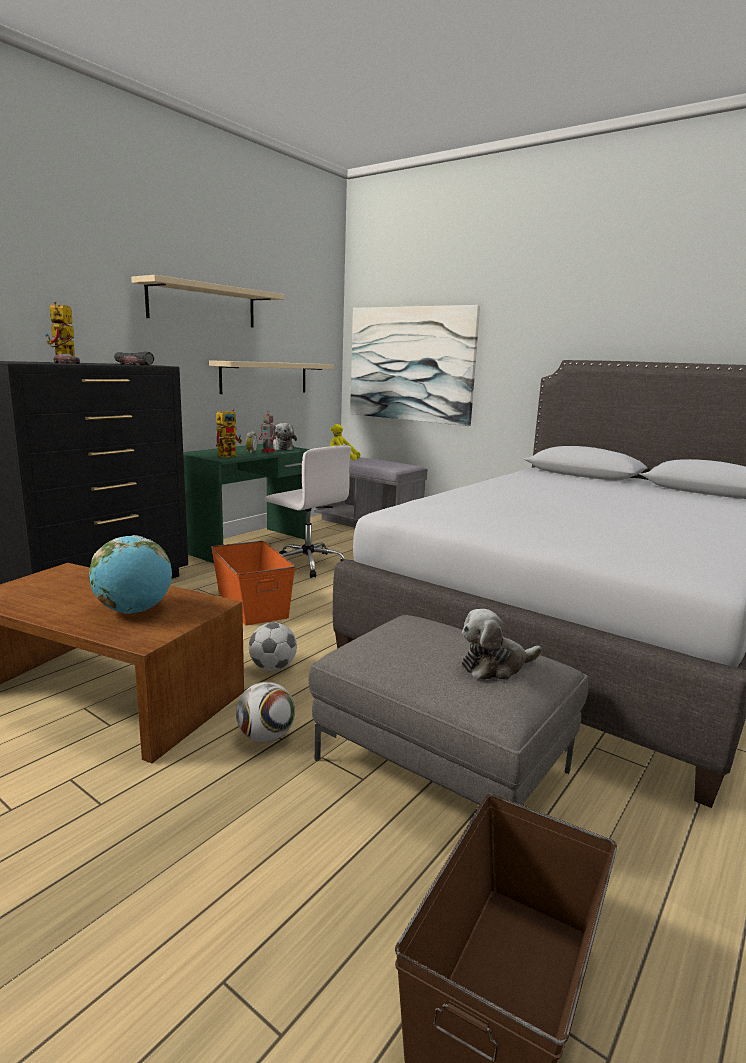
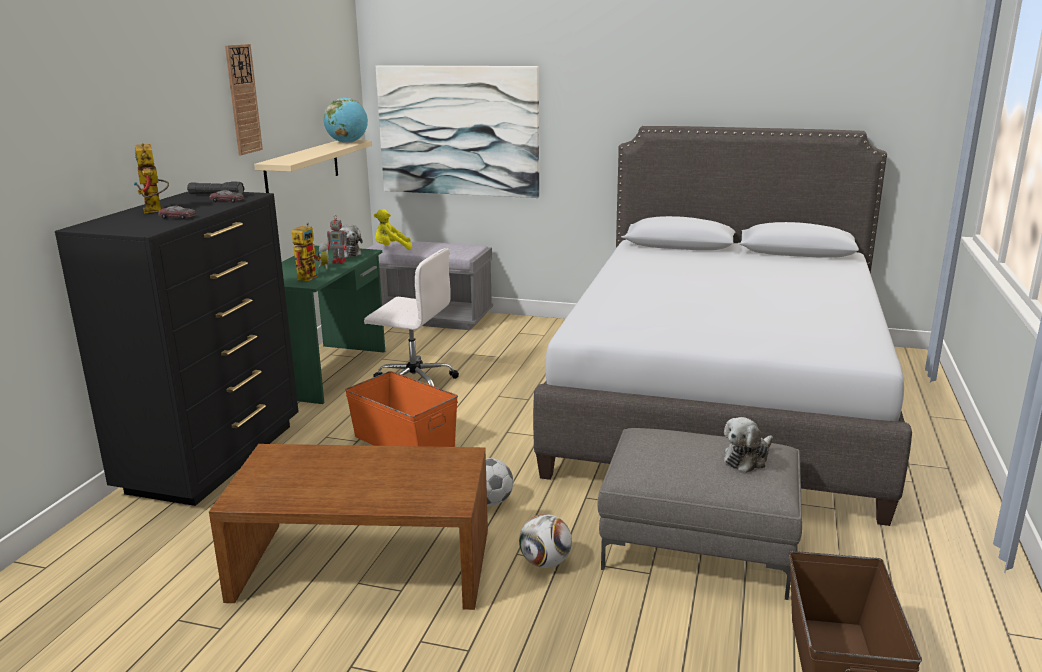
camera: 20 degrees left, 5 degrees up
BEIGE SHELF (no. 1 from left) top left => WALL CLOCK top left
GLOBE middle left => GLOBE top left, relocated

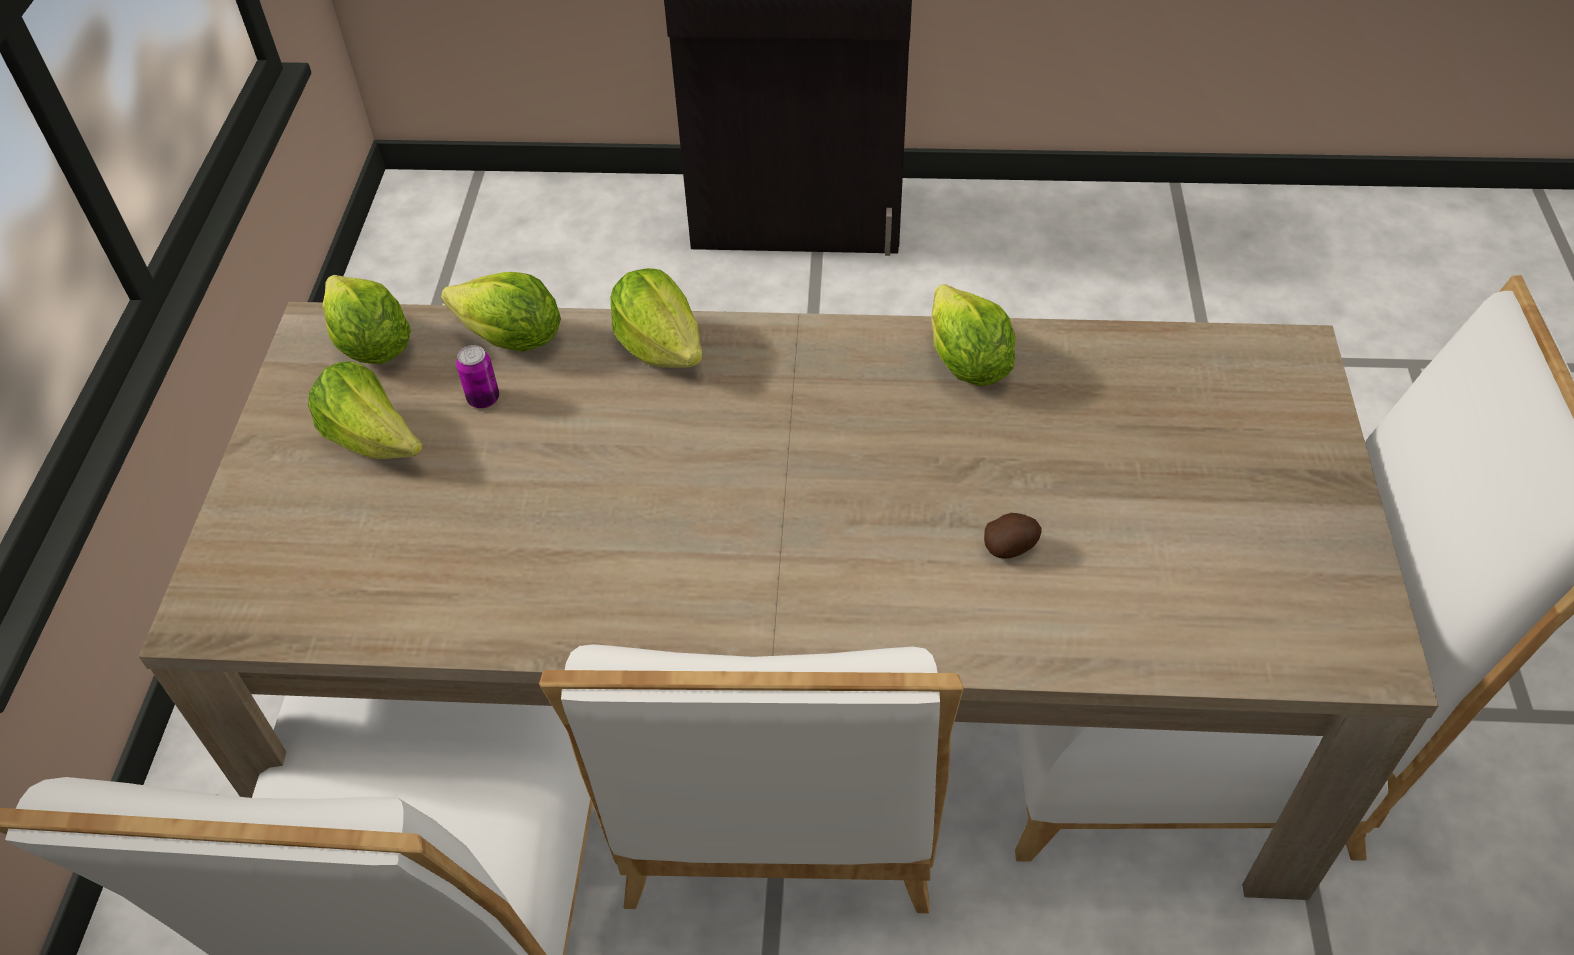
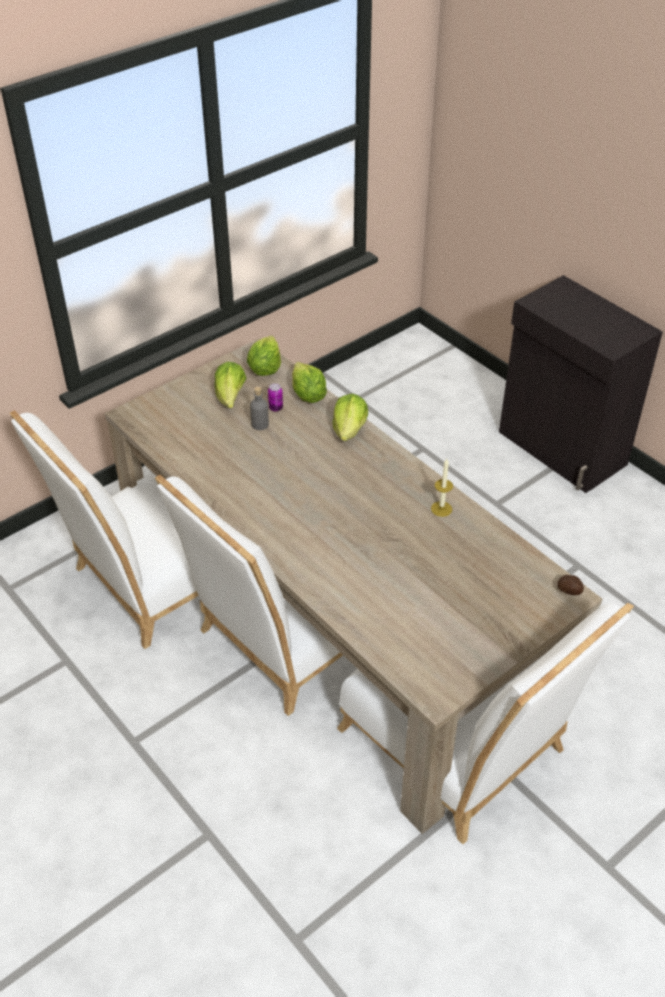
camera: 45 degrees right, 5 degrees down
nothing => GREY BOTTLE centre
LETTUCE (no. 5 from left) centre => CANDLE centre
POTATO centre => POTATO middle right, relocated

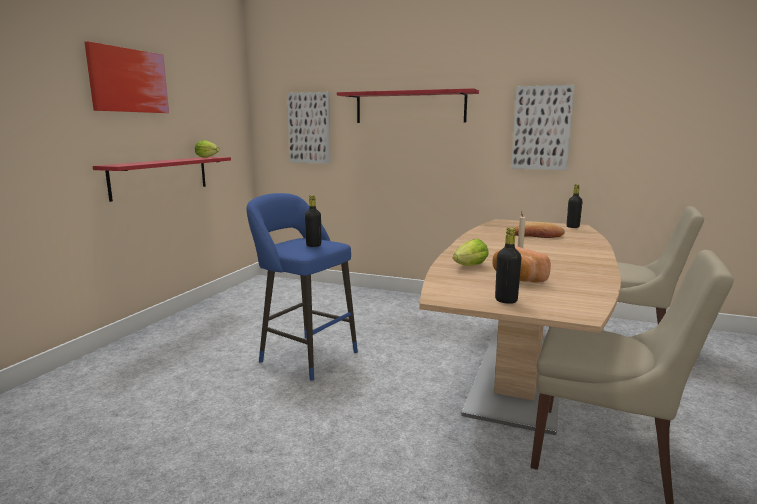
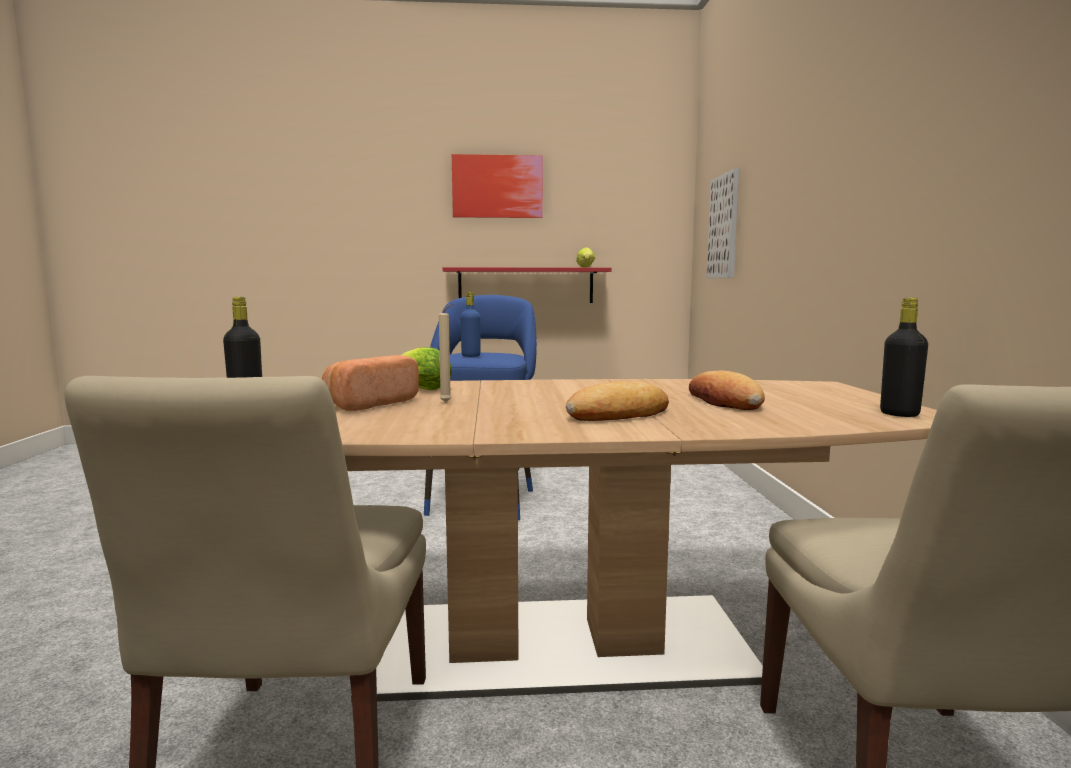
camera: 65 degrees right, 5 degrees down
BLACK BOTTLE (no. 1 from left) centre => BLUE BOTTLE centre
nothing => BREAD (no. 2 from left) centre
RED SHELF (no. 2 from left) top centre => nothing
PICTURE (no. 3 from left) top right => nothing

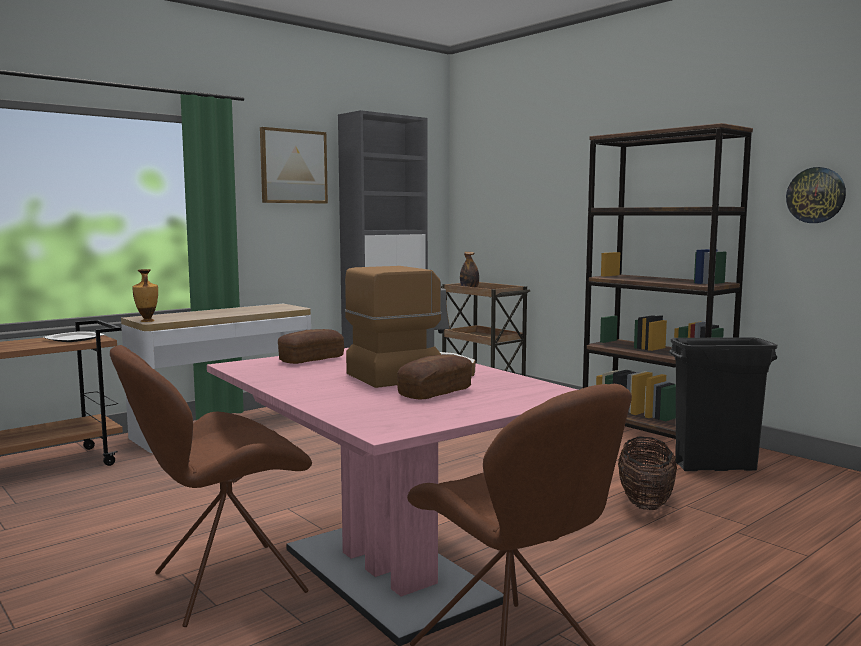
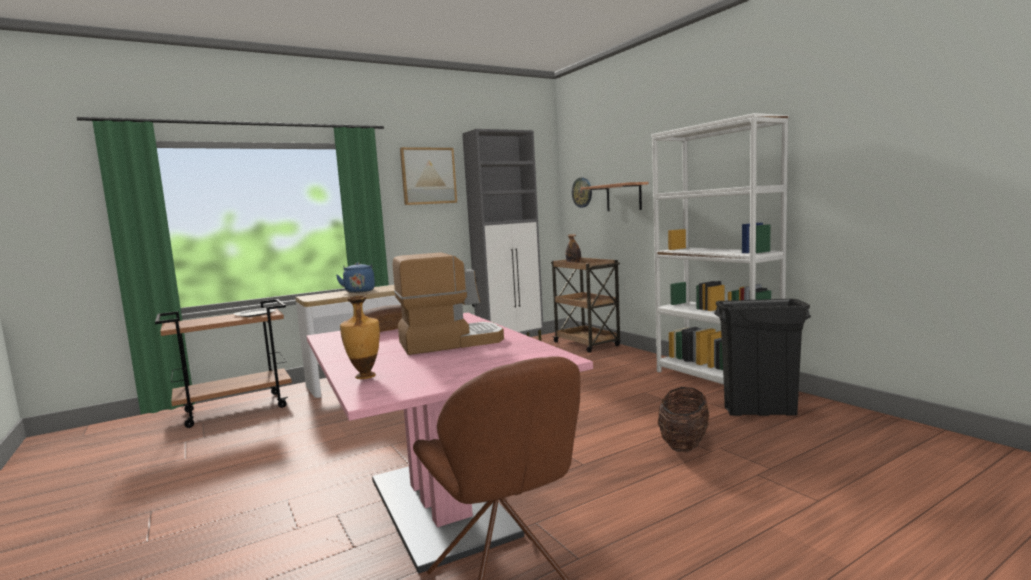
camera: 10 degrees right, 0 degrees up
nothing => BLUE KETTLE centre
VASE middle left => VASE centre, relocated
WALL CLOCK top right => WALL CLOCK top centre, relocated
nothing => SHELF centre
BROWN BOOKCASE middle right => WHITE BOOKCASE middle right
BROWN CHAIR (no. 1 from left) bottom left => nothing
BREAD (no. 2 from left) centre => nothing

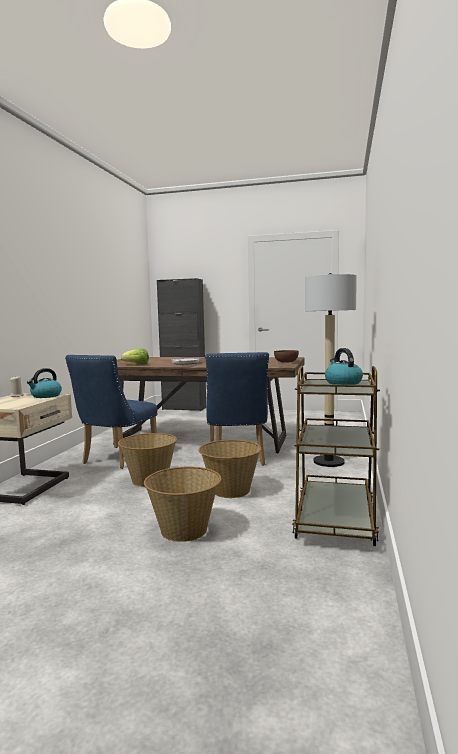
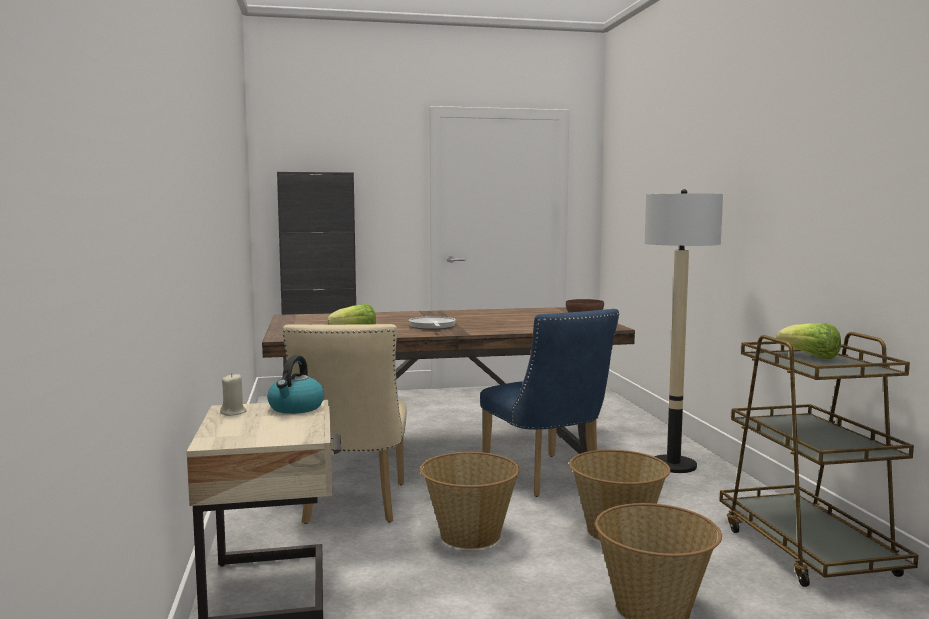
camera: 25 degrees left, 0 degrees up
BLUE CHAIR (no. 1 from left) middle left => BEIGE CHAIR bottom centre
KETTLE (no. 2 from left) middle right => LETTUCE (no. 2 from left) middle right

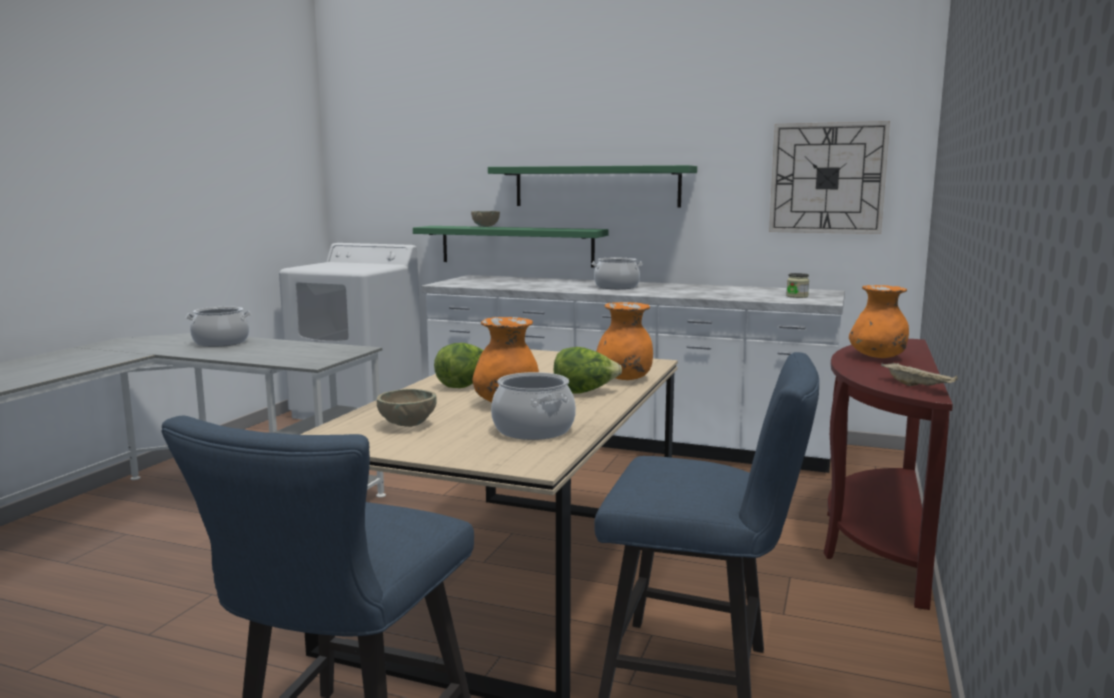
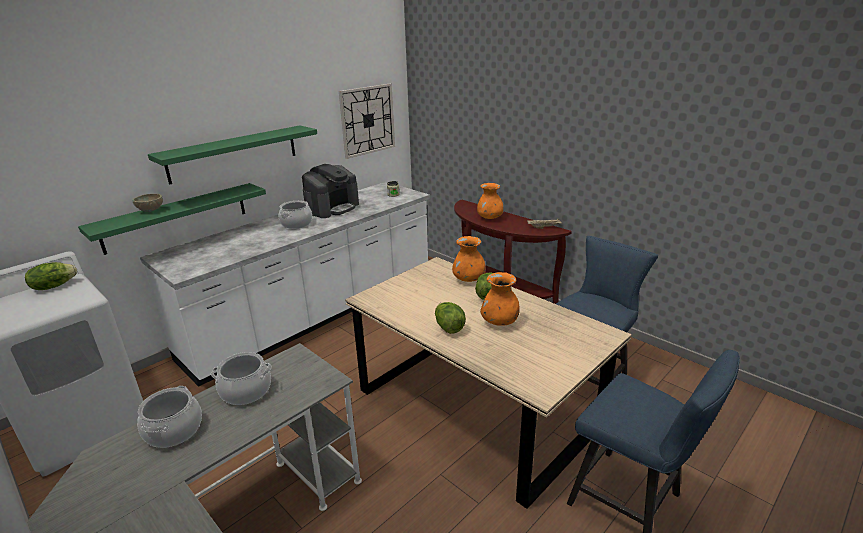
camera: 65 degrees left, 15 degrees up
nothing => LETTUCE (no. 1 from left) middle left
COOKING POT (no. 2 from left) centre => COOKING POT (no. 2 from left) bottom left, relocated
nothing => COFFEE MACHINE centre
BEIGE BOWL (no. 1 from left) centre => nothing

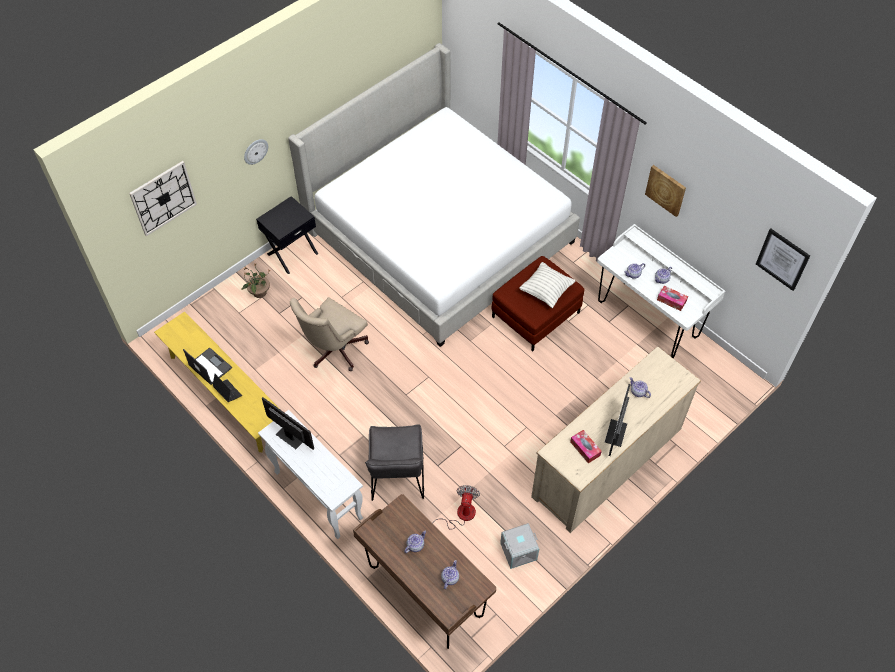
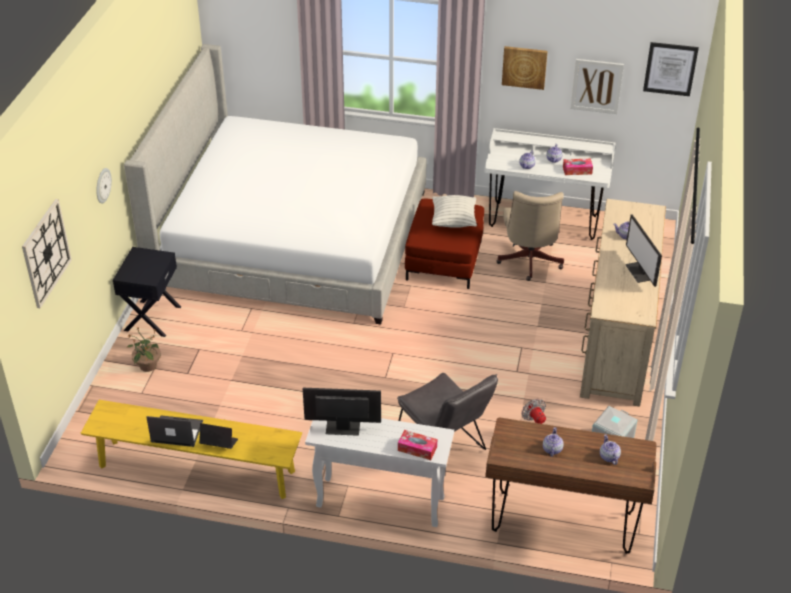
camera: 35 degrees left, 15 degrees down
TISSUE BOX (no. 1 from left) centre => TISSUE BOX (no. 1 from left) bottom centre, relocated
BEIGE OFFICE CHAIR centre => BEIGE OFFICE CHAIR middle right, relocated
nothing => PICTURE (no. 2 from left) top right

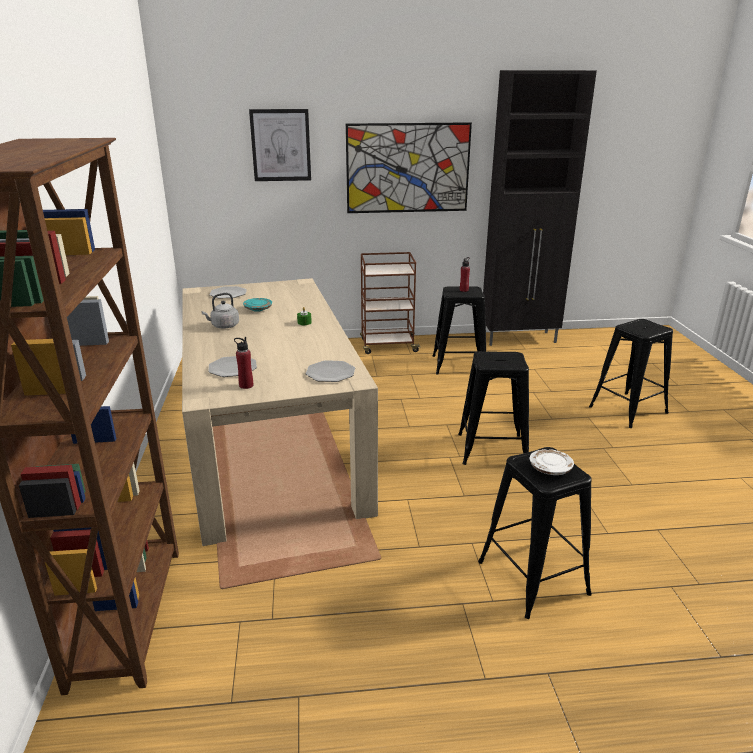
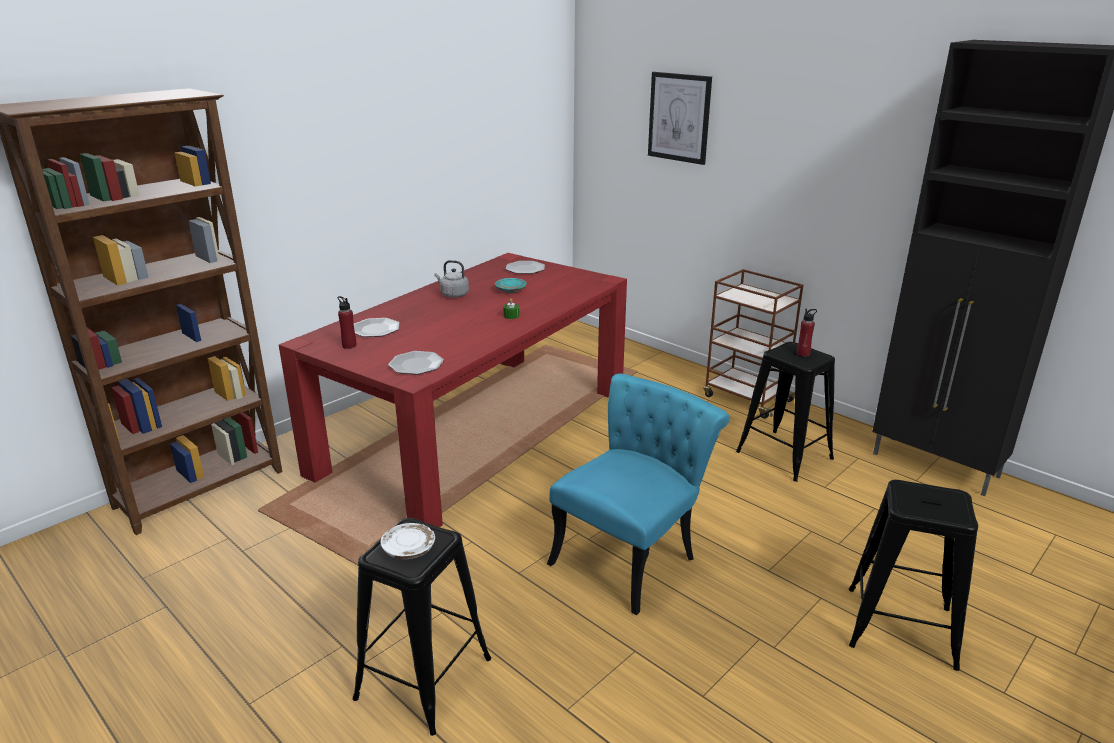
camera: 50 degrees right, 0 degrees up
BEIGE DINING TABLE centre => RED DINING TABLE centre
BLACK STOOL (no. 2 from left) centre => TURQUOISE CHAIR centre
PICTURE (no. 2 from left) top centre => nothing

